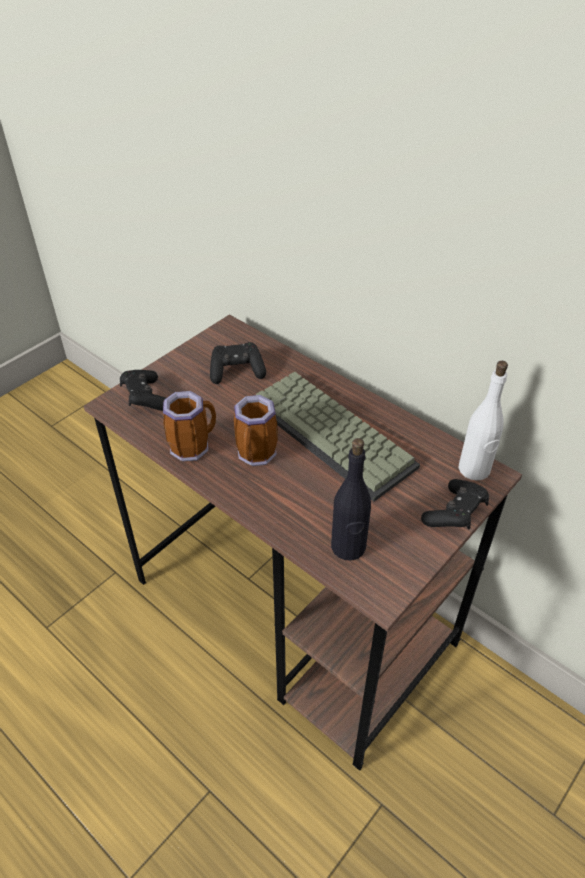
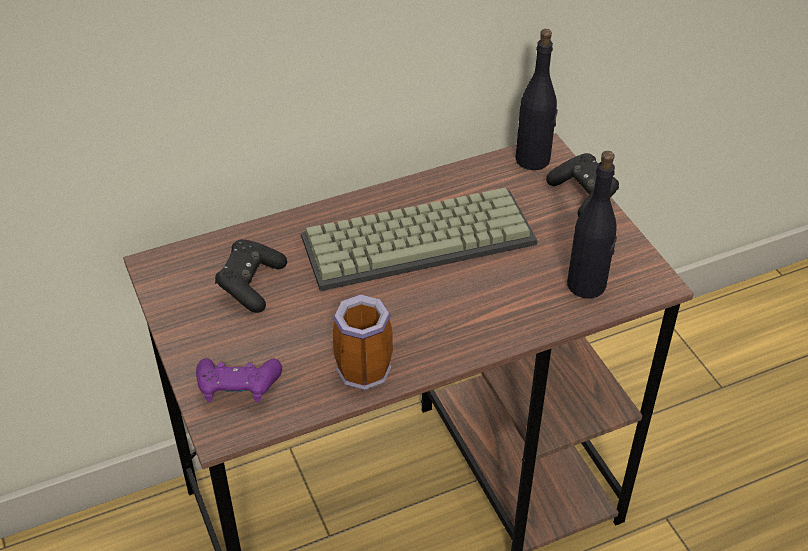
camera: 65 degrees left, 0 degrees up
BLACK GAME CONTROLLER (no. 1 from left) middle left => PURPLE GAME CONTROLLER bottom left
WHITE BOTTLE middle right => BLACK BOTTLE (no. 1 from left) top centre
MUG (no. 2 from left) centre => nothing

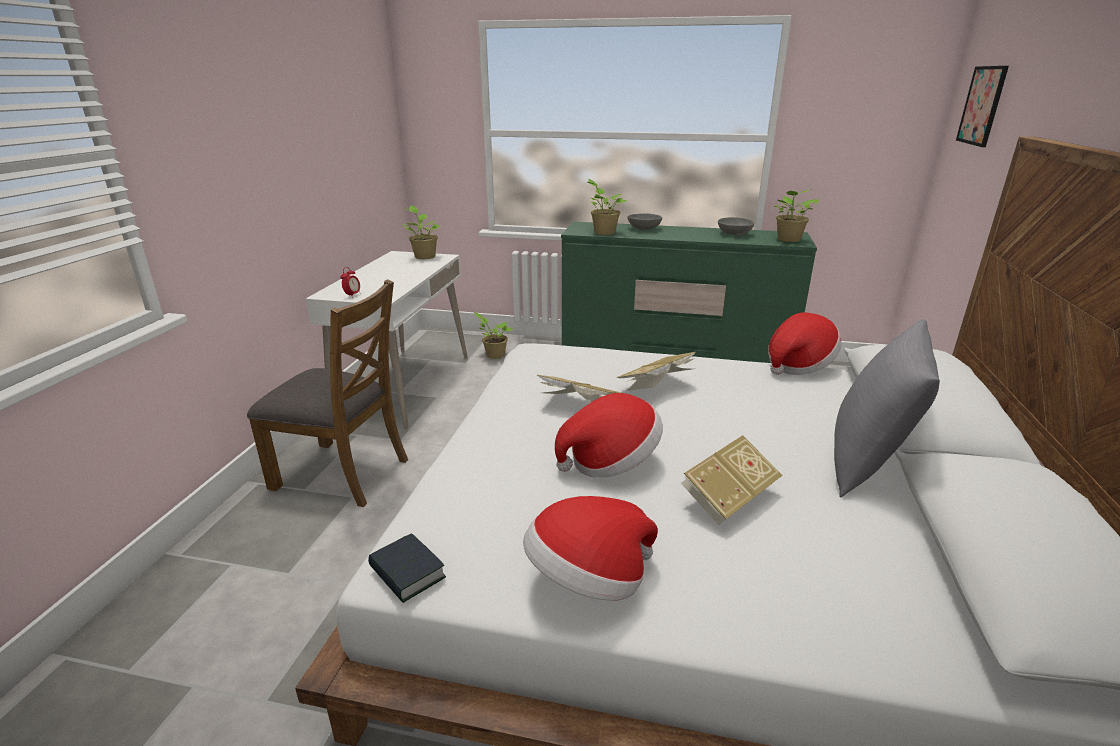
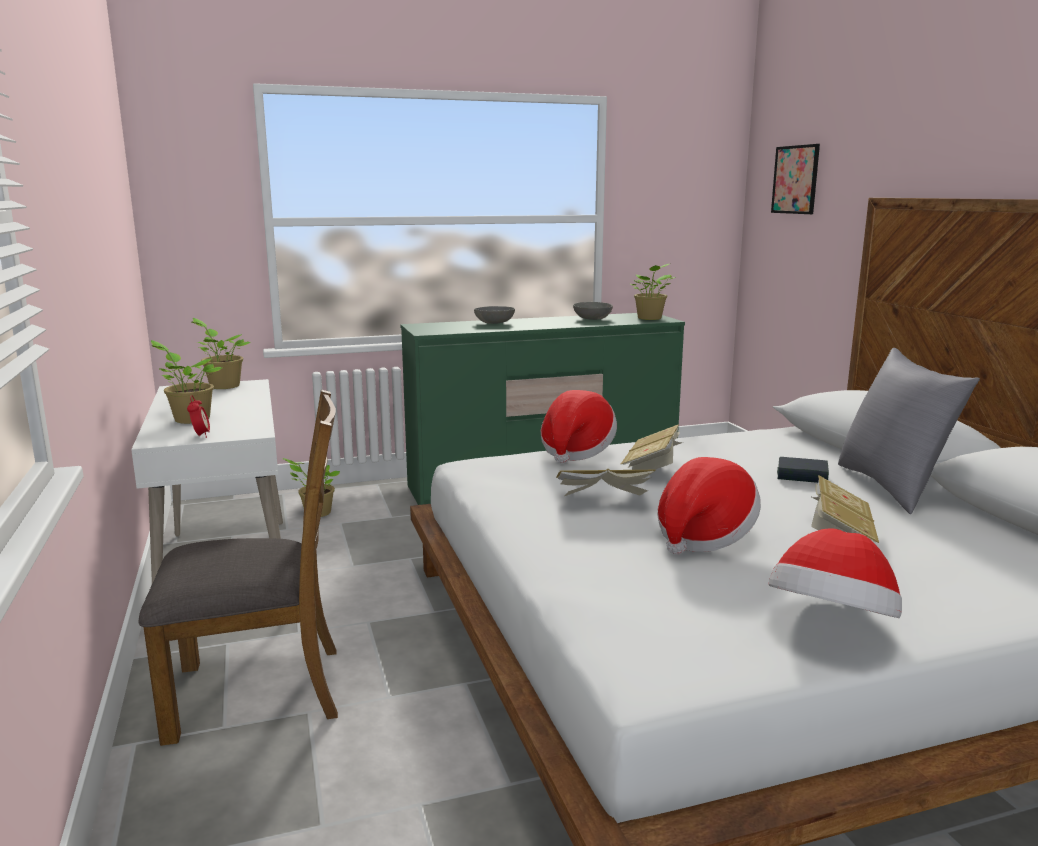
camera: 30 degrees left, 10 degrees down
POTTED PLANT (no. 3 from left in the first image) top centre => POTTED PLANT (no. 1 from left) middle left, relocated
HAT (no. 3 from left in the first image) middle right => HAT (no. 1 from left) centre, relocated
BOOK (no. 1 from left in the first image) bottom centre => BOOK (no. 3 from left) middle right, relocated

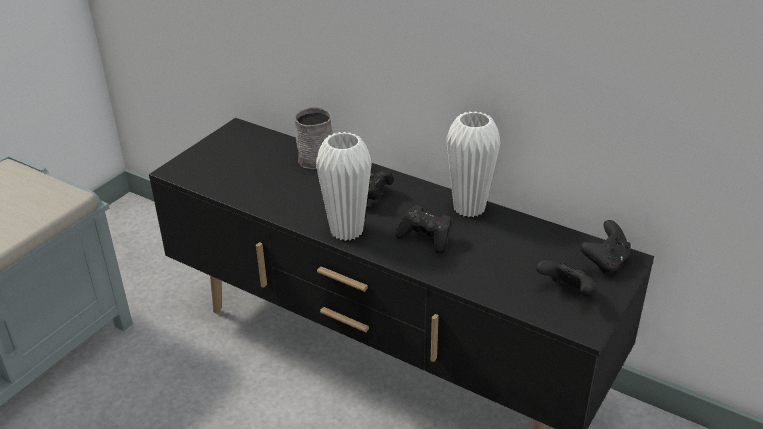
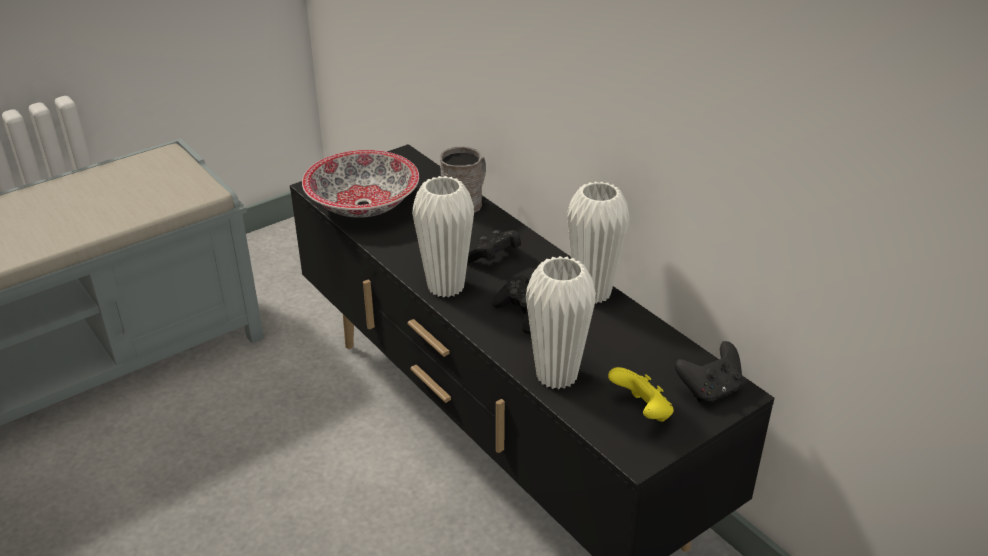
camera: 20 degrees right, 0 degrees up
nothing => BOWL top centre
nothing => WHITE VASE (no. 2 from left) centre
BLACK GAME CONTROLLER (no. 3 from left) middle right => YELLOW GAME CONTROLLER bottom centre

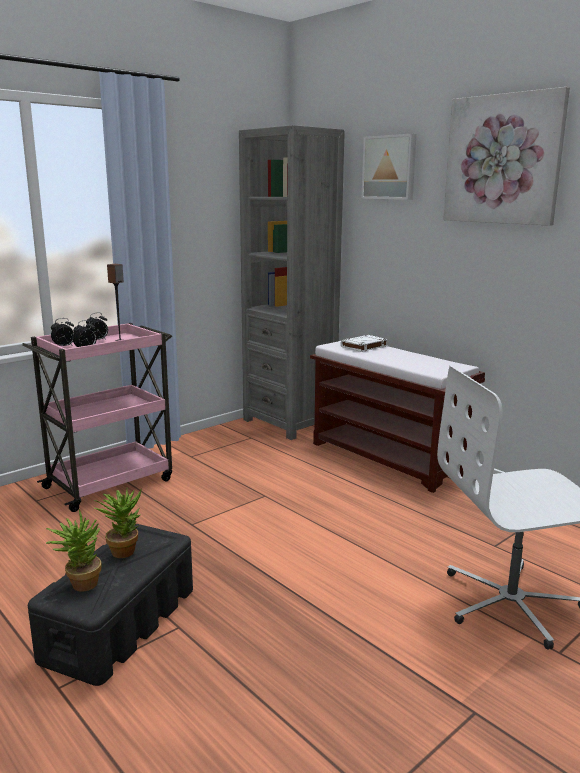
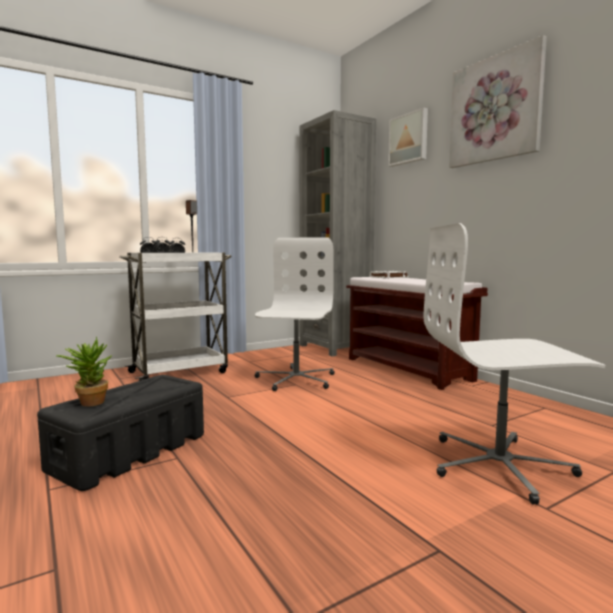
camera: 10 degrees right, 10 degrees down
PINK CART middle left => WHITE CART middle left
nothing => WHITE OFFICE CHAIR (no. 1 from left) centre
POTTED PLANT (no. 2 from left) bottom left => nothing

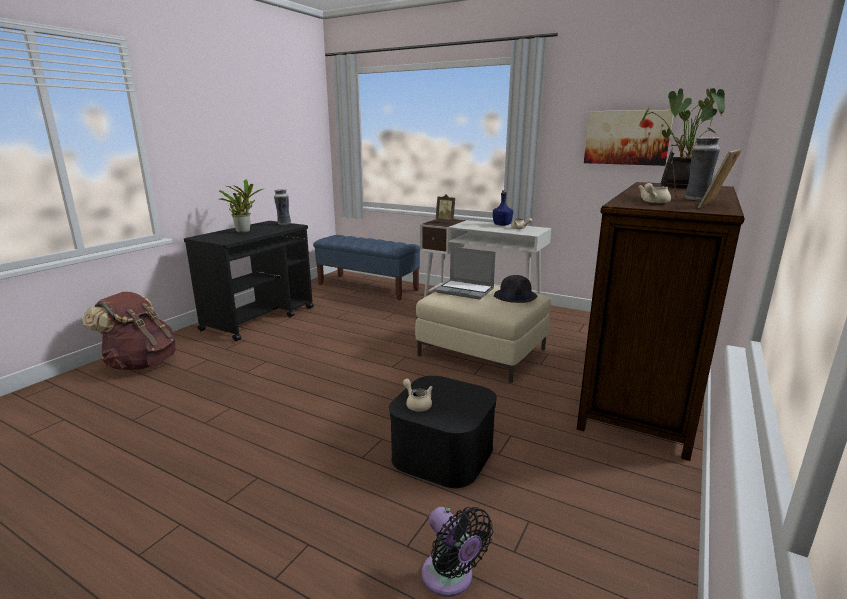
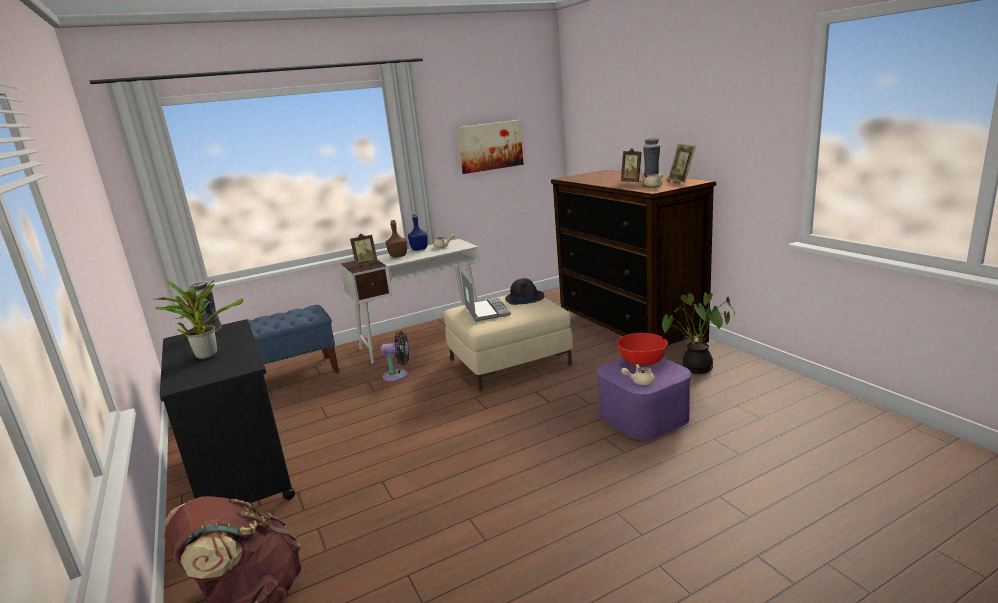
camera: 55 degrees left, 0 degrees up
BLACK FAN bottom centre => BLACK FAN centre, relocated
nothing => BROWN BOTTLE centre
LAPTOP centre, 75 degrees counterclockwise
BLACK STORAGE BOX bottom centre => PURPLE STORAGE BOX centre
nothing => RED BOWL centre
POTTED PLANT (no. 2 from left) top right => POTTED PLANT (no. 2 from left) middle right, relocated

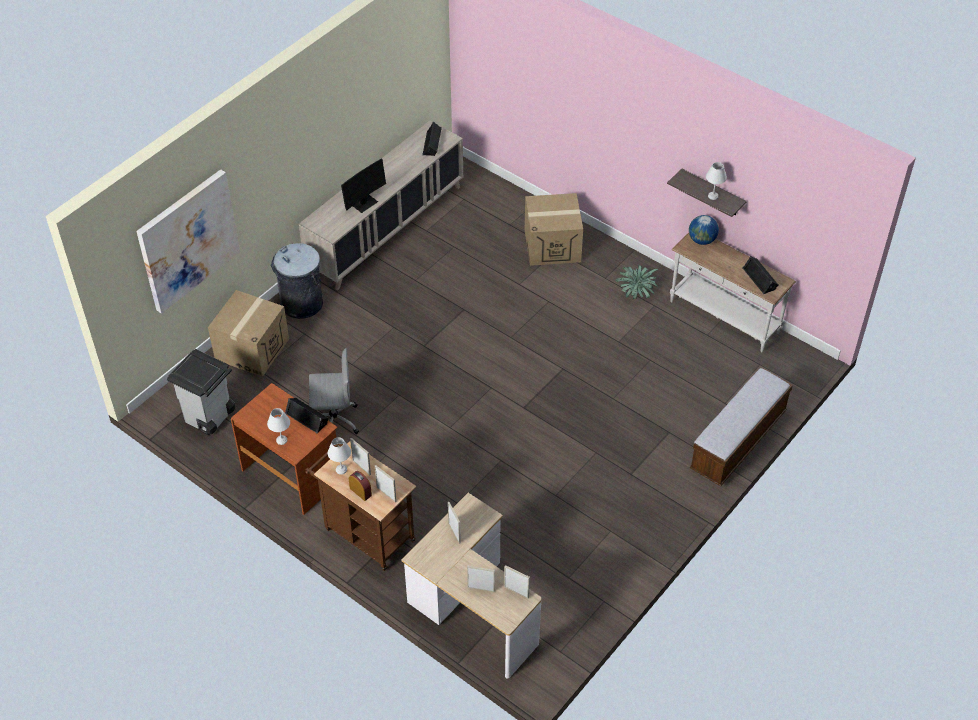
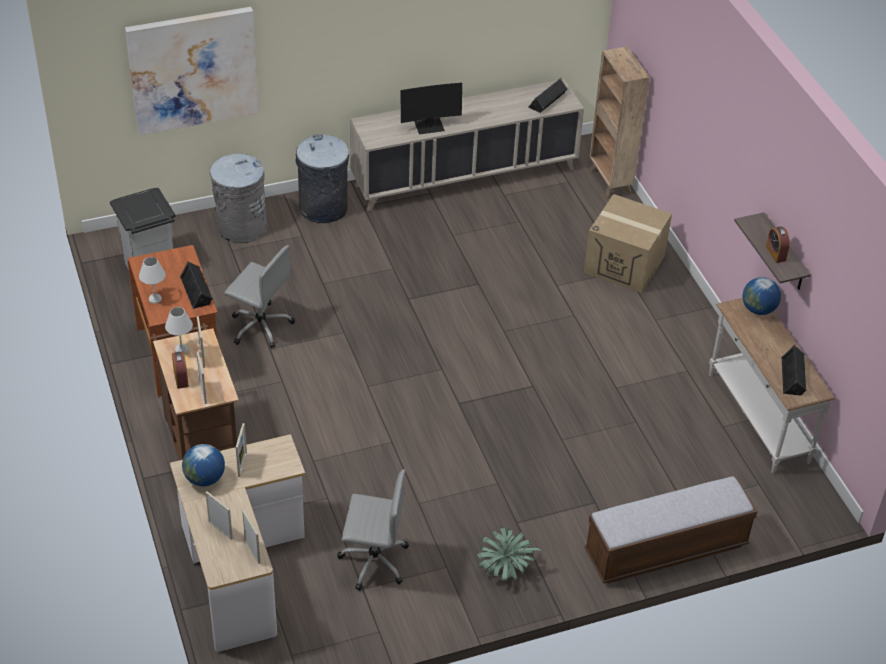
camera: 30 degrees right, 5 degrees down
nothing => GLOBE (no. 1 from left) bottom left
CARDBOARD BOX (no. 1 from left) middle left => GREY TRASH CAN (no. 2 from left) top left
nothing => GREY OFFICE CHAIR (no. 2 from left) bottom centre
POTTED PLANT centre => POTTED PLANT bottom centre, relocated
nothing => BROWN BOOKCASE top right
WHITE TABLE LAMP (no. 3 from left) top right => ALARM CLOCK (no. 2 from left) middle right

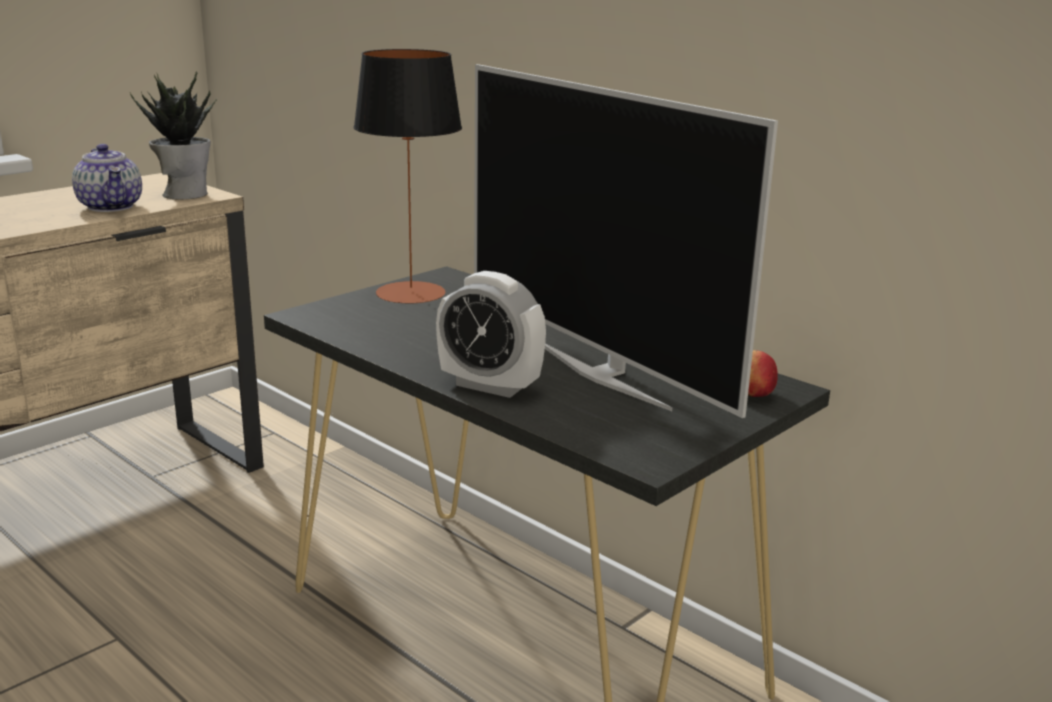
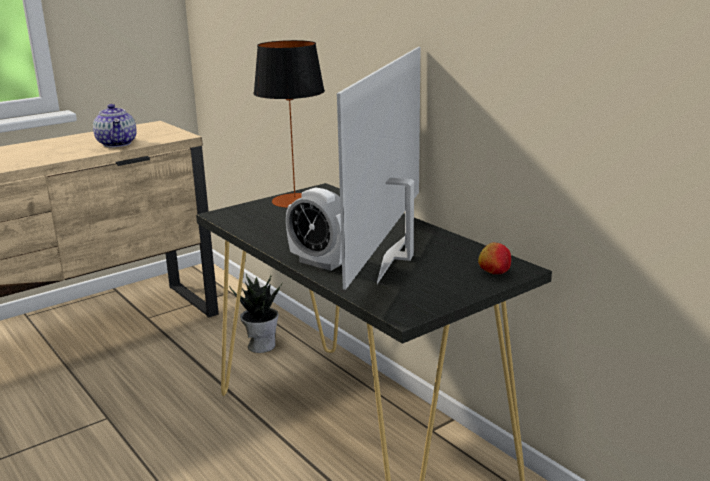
camera: 10 degrees right, 0 degrees up
POTTED PLANT top left => POTTED PLANT centre, relocated
TELEVISION centre, 45 degrees clockwise

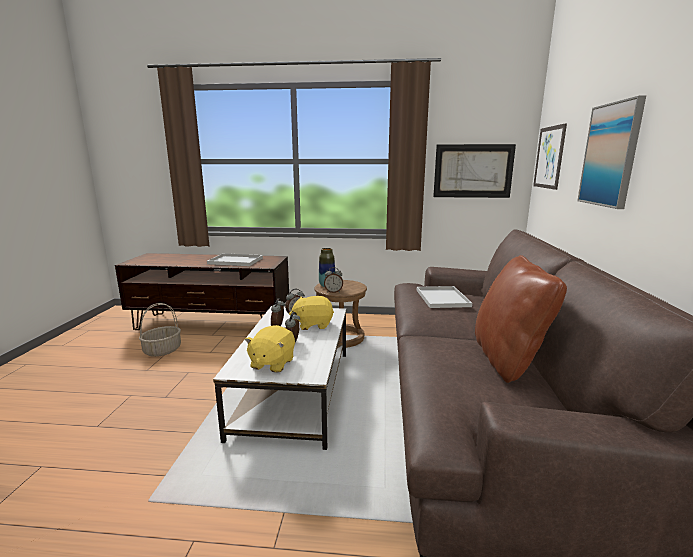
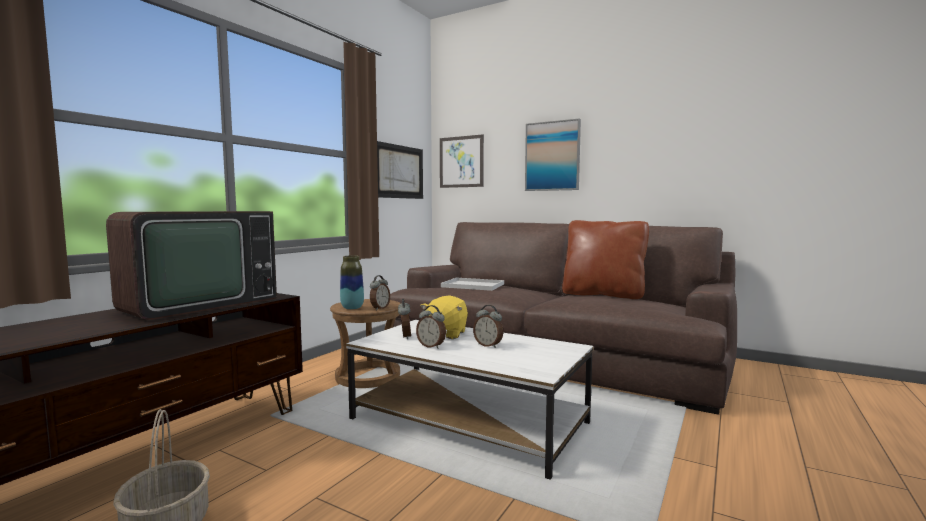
camera: 65 degrees left, 10 degrees down
WHITE TRAY (no. 1 from left) centre => TELEVISION middle left
YELLOW PLUSH TOY (no. 1 from left) centre => nothing

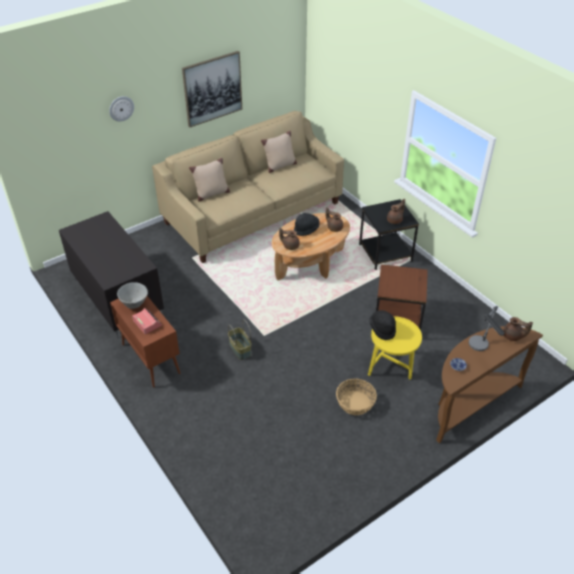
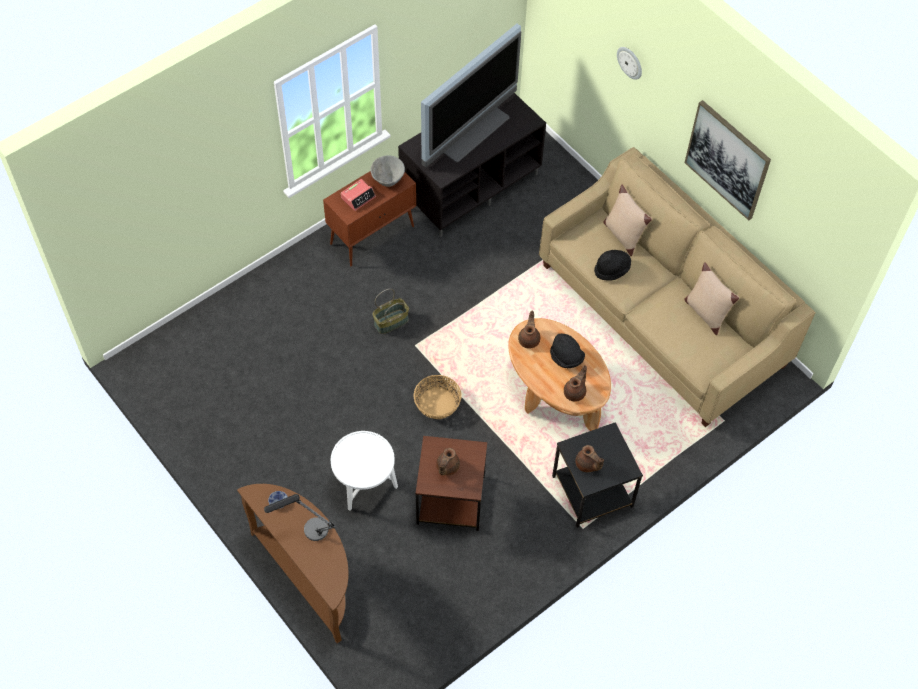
camera: 85 degrees right, 15 degrees up
YELLOW SIDE TABLE middle right => WHITE SIDE TABLE bottom centre
BASKET (no. 2 from left) bottom centre => BASKET (no. 2 from left) centre, relocated
nothing => TELEVISION top centre
BROWN TEAPOT (no. 4 from left in the first image) middle right => BROWN TEAPOT (no. 1 from left) bottom centre, relocated
BLACK HAT (no. 2 from left) centre => BLACK HAT (no. 2 from left) middle right, relocated

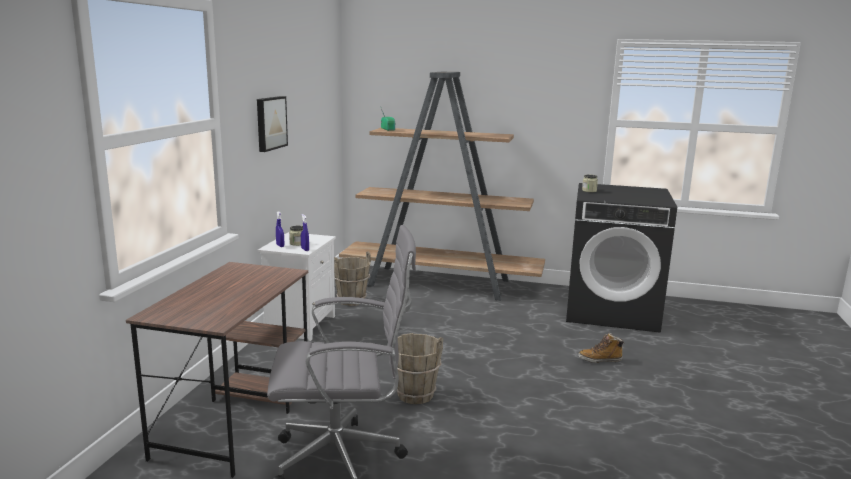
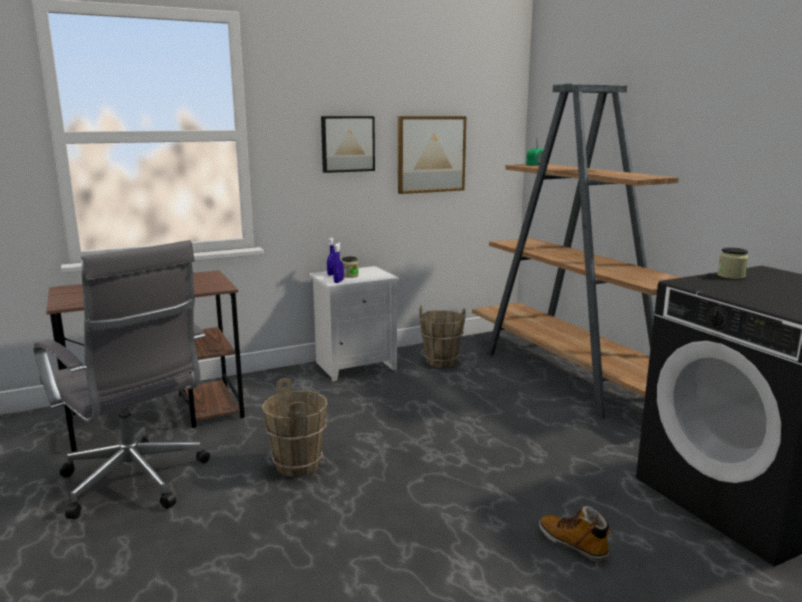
camera: 50 degrees right, 0 degrees up
nothing => PICTURE (no. 2 from left) top centre

